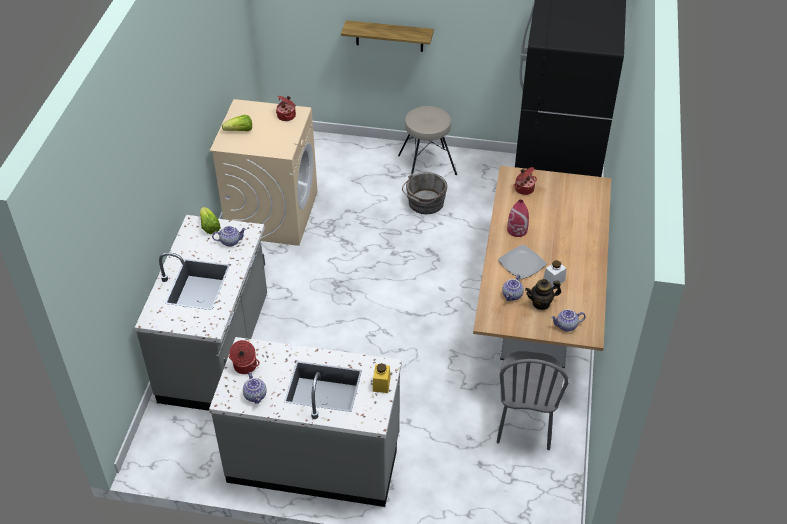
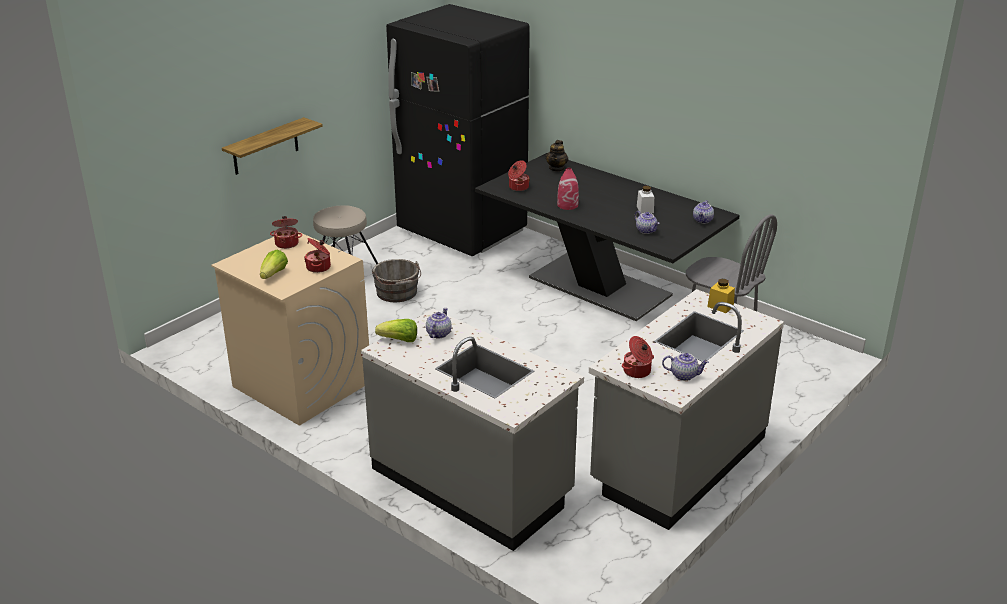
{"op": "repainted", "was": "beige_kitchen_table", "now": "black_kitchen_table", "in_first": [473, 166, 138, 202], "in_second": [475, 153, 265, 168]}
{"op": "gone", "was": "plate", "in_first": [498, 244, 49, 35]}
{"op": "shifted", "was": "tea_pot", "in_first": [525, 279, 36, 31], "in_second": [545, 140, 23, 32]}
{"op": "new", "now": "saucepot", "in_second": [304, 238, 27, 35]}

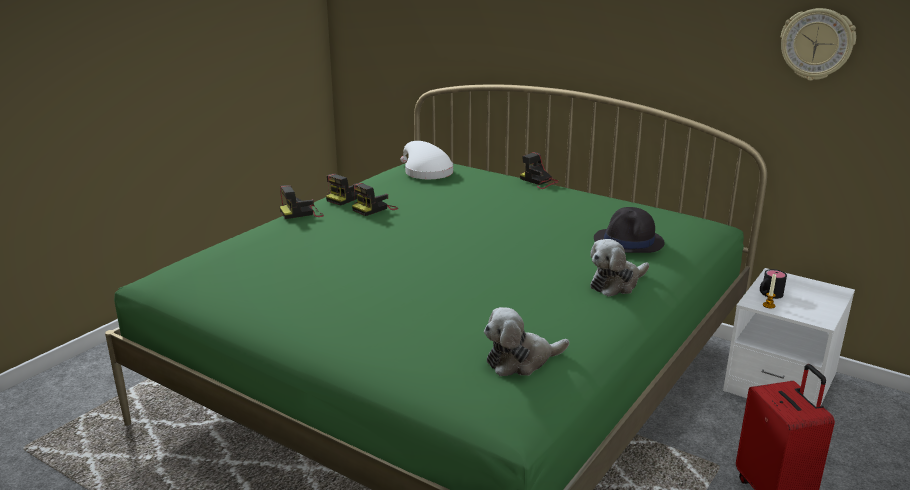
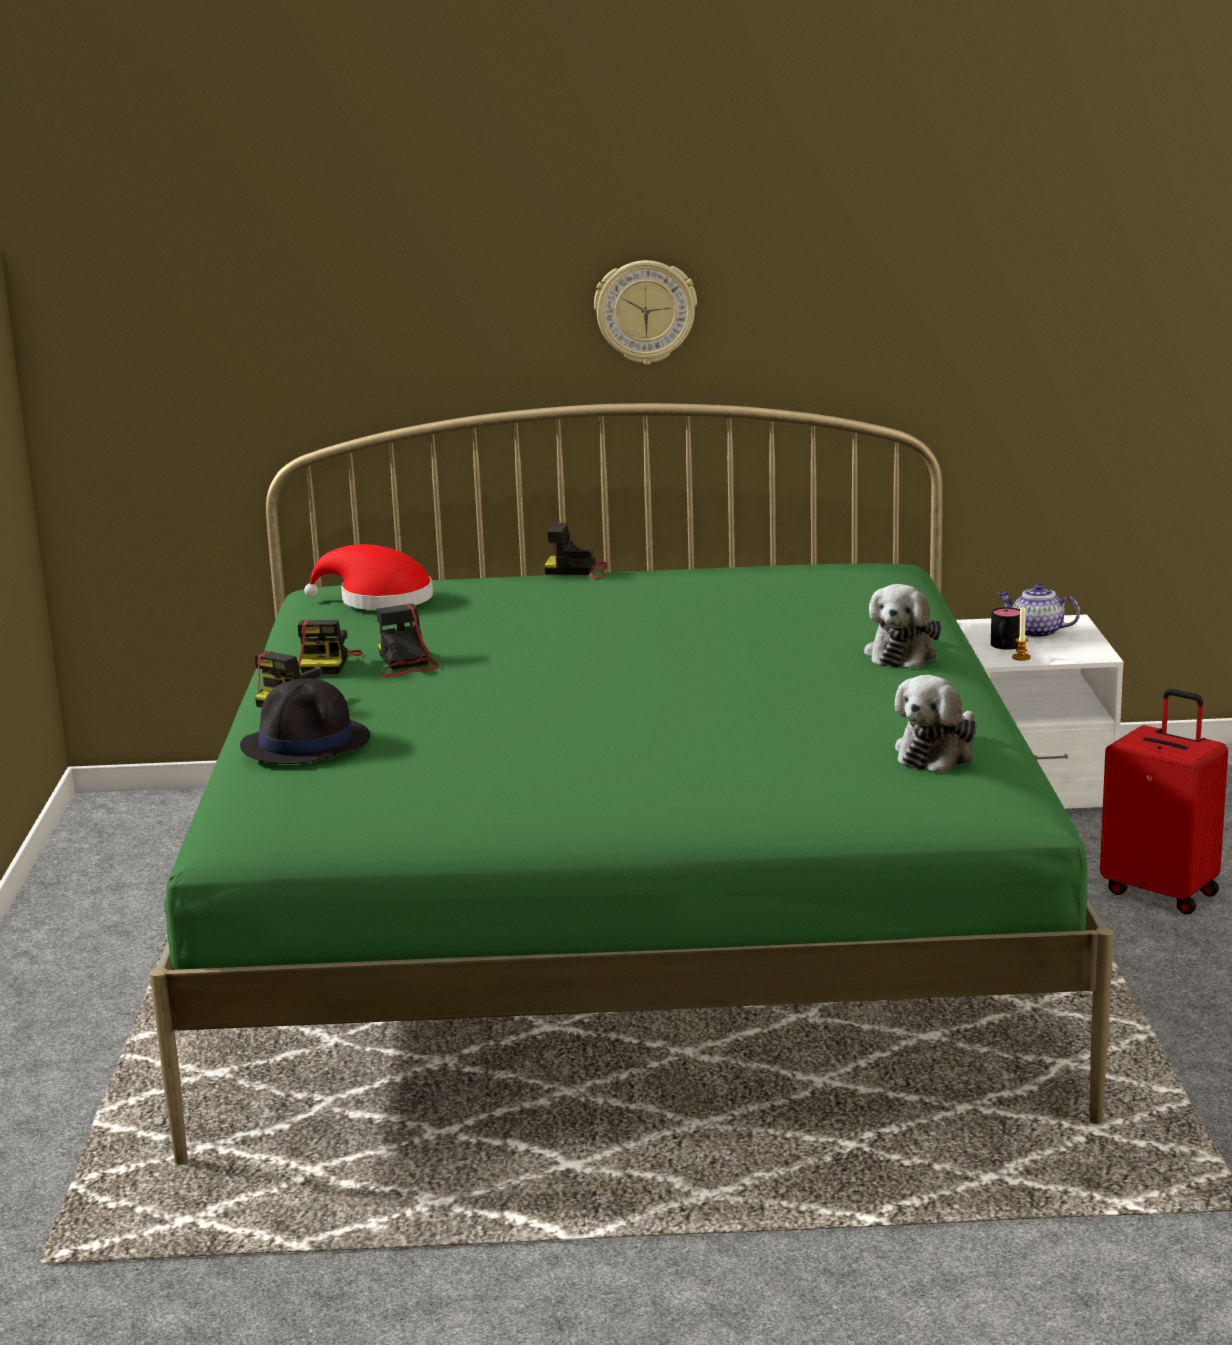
{"op": "rotated", "was": "still_camera", "in_first": [352, 183, 46, 33], "in_second": [377, 603, 63, 74], "clockwise": 150}
{"op": "repainted", "was": "whitish_clothing_hat", "now": "reddish_clothing_hat", "in_first": [400, 141, 53, 38], "in_second": [304, 544, 129, 66]}
{"op": "shifted", "was": "black_clothing_hat", "in_first": [594, 207, 71, 46], "in_second": [240, 678, 130, 86]}
{"op": "shifted", "was": "wall_clock", "in_first": [781, 8, 75, 73], "in_second": [594, 260, 103, 104]}
{"op": "new", "now": "tea_pot", "in_second": [998, 584, 82, 54]}

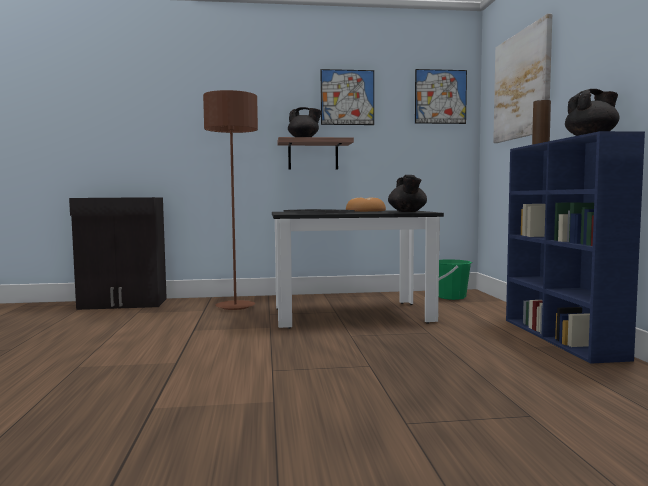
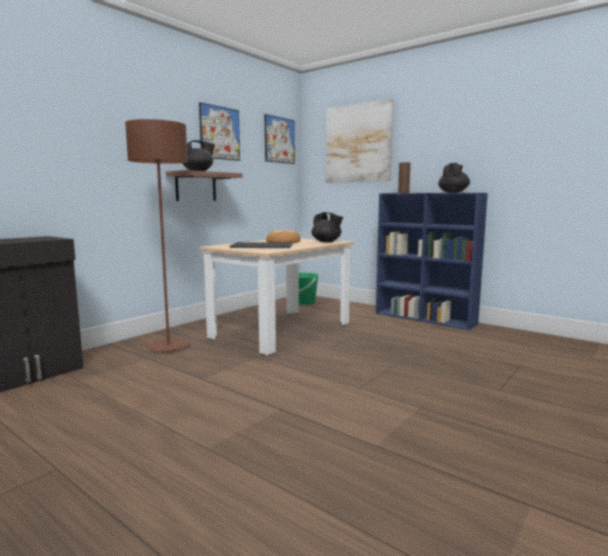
{"op": "repainted", "was": "black_kitchen_table", "now": "beige_kitchen_table", "in_first": [272, 210, 172, 119], "in_second": [200, 238, 154, 117]}

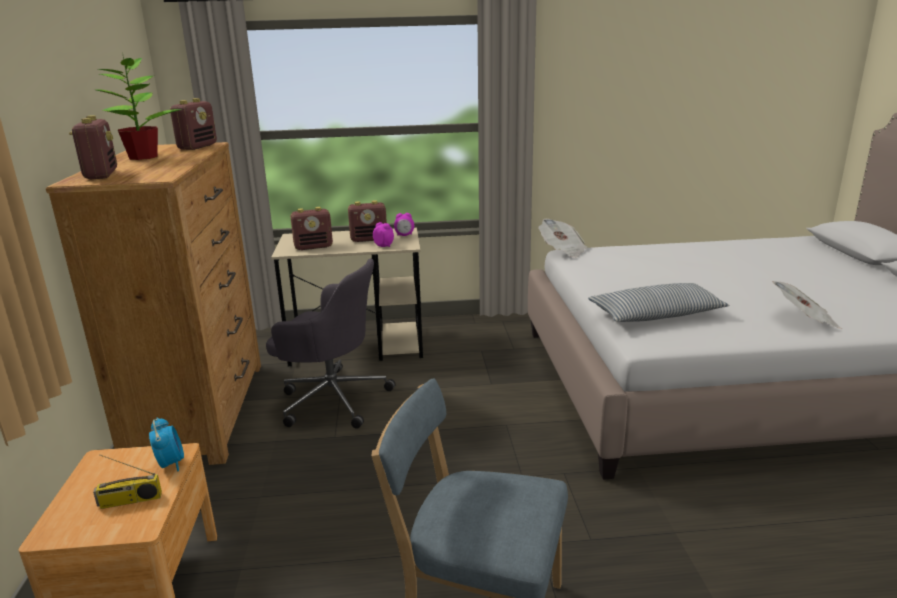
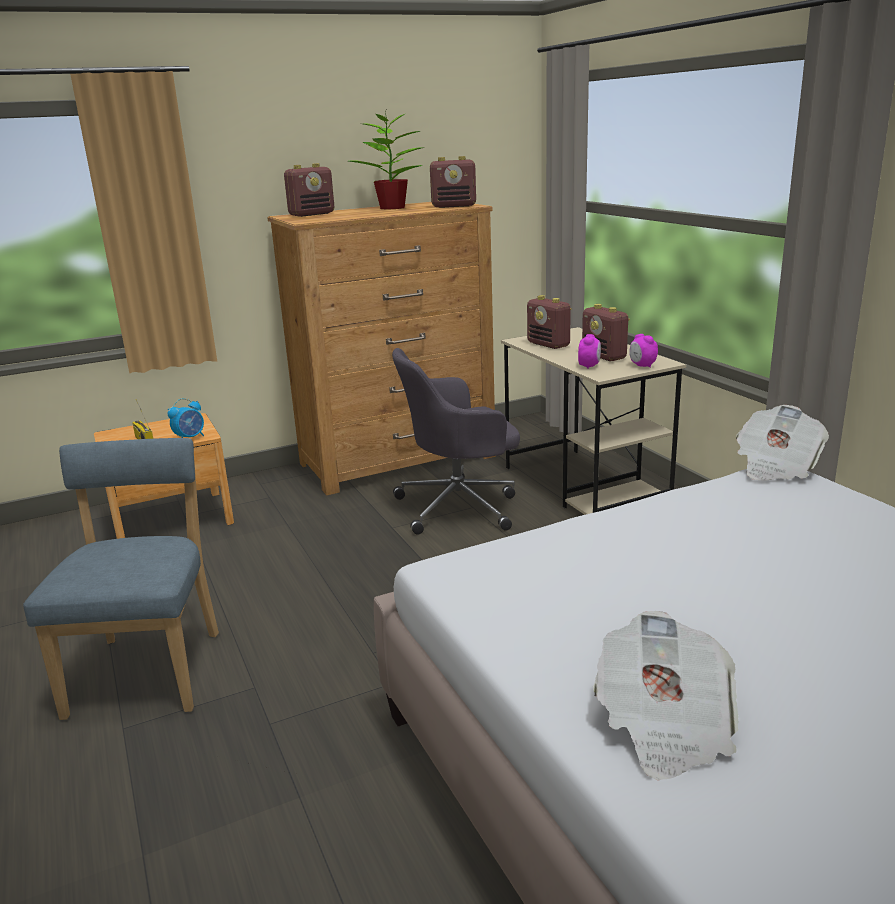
{"op": "rotated", "was": "gray_desk_chair", "in_first": [266, 259, 130, 170], "in_second": [392, 348, 128, 187], "clockwise": 75}
{"op": "gone", "was": "cushion", "in_first": [588, 283, 141, 39]}

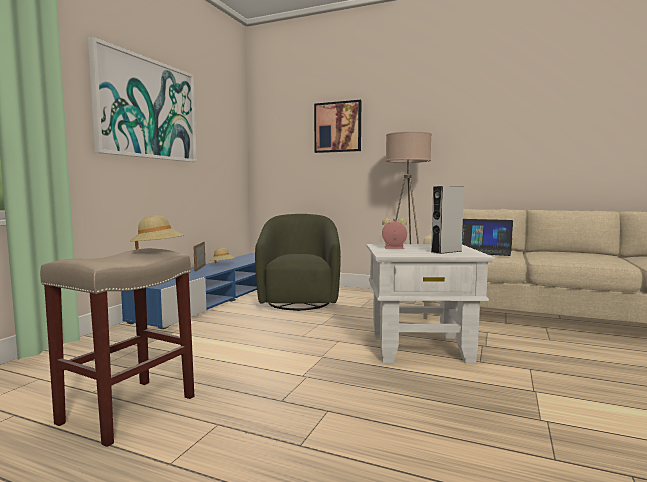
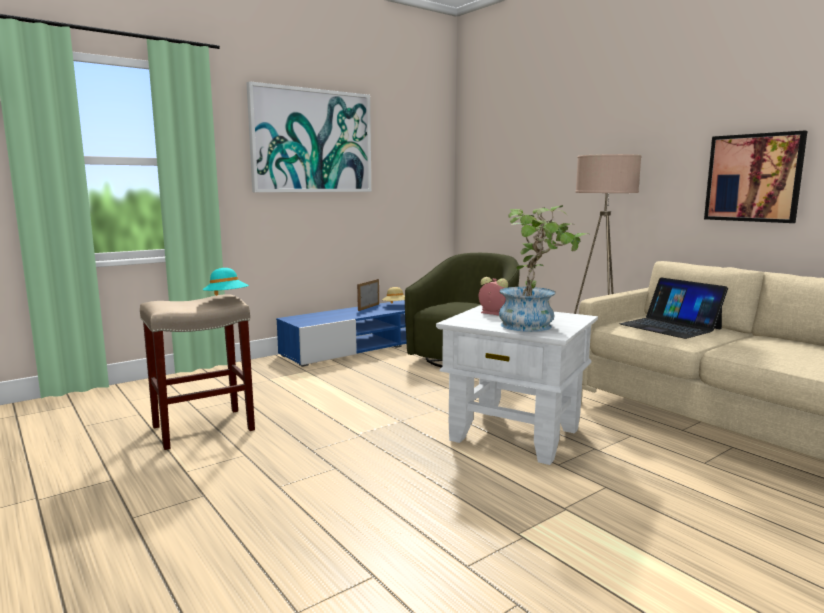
{"op": "repainted", "was": "beige_clothing_hat", "now": "blue-green_clothing_hat", "in_first": [130, 215, 54, 35], "in_second": [202, 268, 47, 28]}
{"op": "shifted", "was": "wall_picture", "in_first": [314, 100, 47, 53], "in_second": [704, 130, 103, 93]}
{"op": "swapped", "was": "gray_speaker", "now": "houseplant", "in_first": [431, 186, 33, 68], "in_second": [499, 205, 88, 127]}

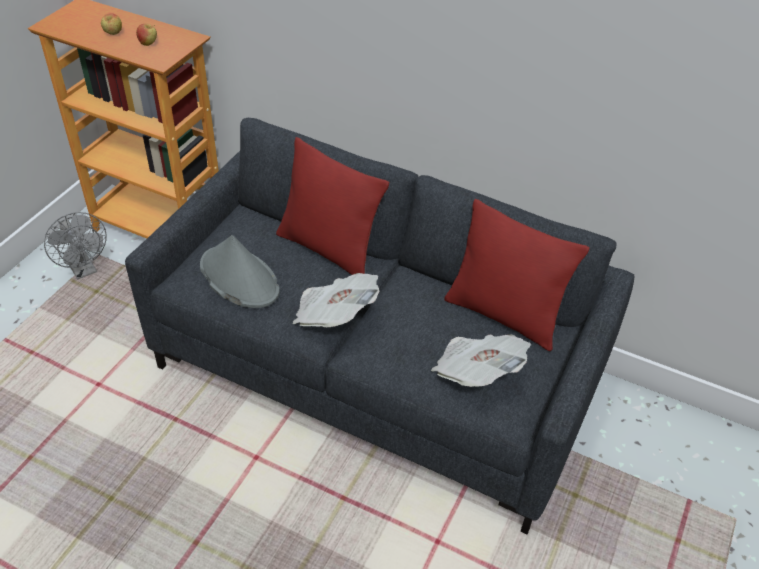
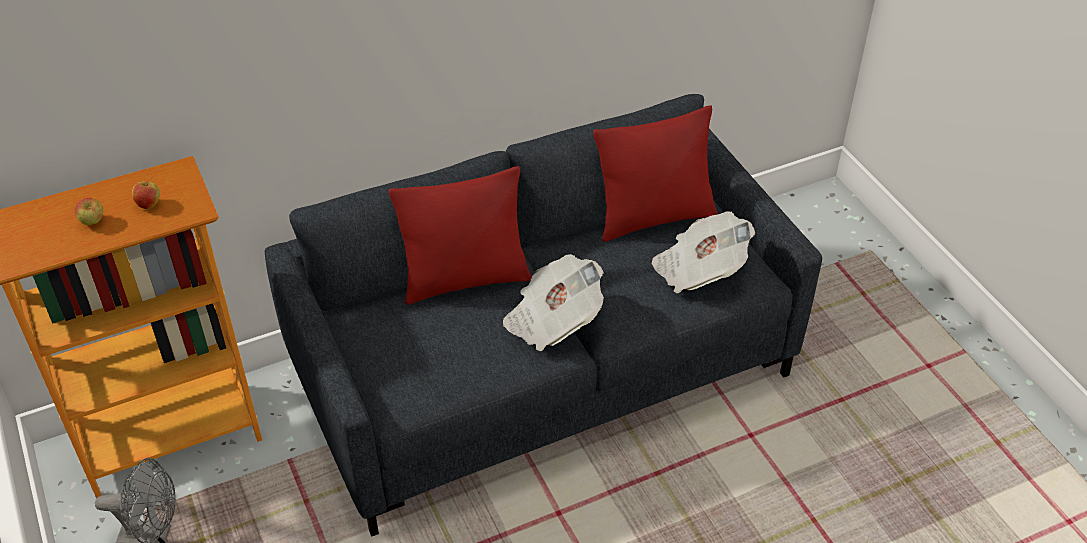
{"op": "gone", "was": "gray_clothing_hat", "in_first": [200, 235, 80, 73]}

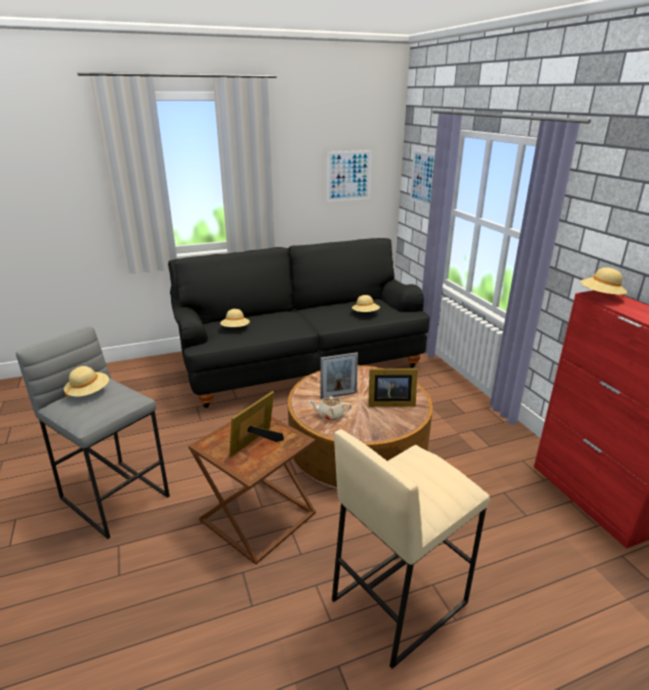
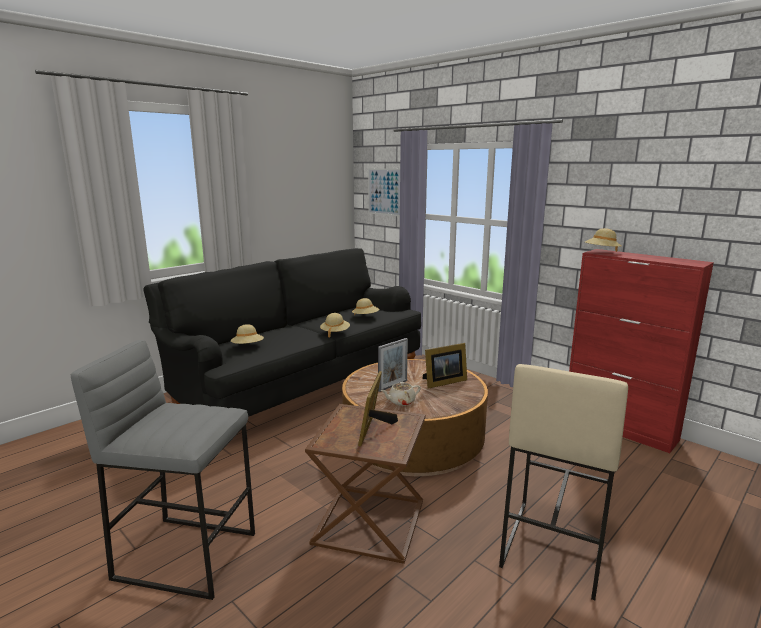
{"op": "shifted", "was": "beige_clothing_hat", "in_first": [64, 366, 45, 35], "in_second": [320, 313, 30, 25]}
{"op": "gone", "was": "wall_picture", "in_first": [327, 150, 45, 52]}

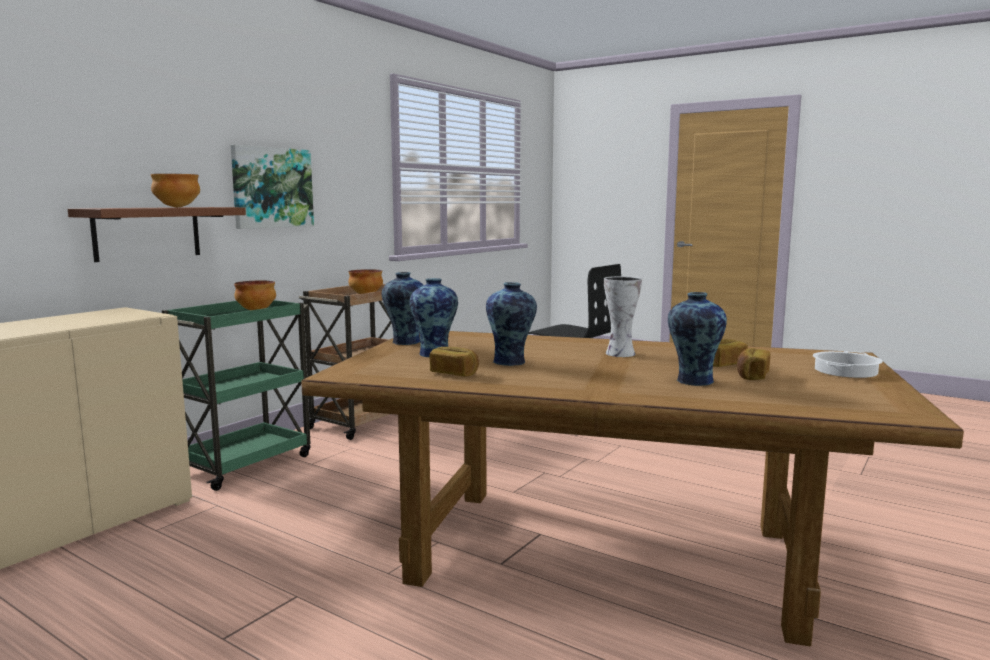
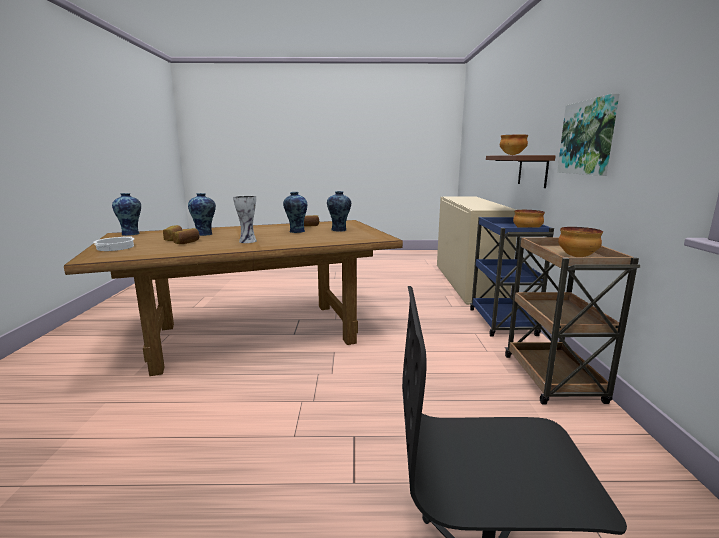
{"op": "repainted", "was": "green-coloured_trolley", "now": "blue_trolley", "in_first": [162, 300, 148, 191], "in_second": [470, 217, 84, 119]}
{"op": "shifted", "was": "vase", "in_first": [382, 272, 42, 73], "in_second": [112, 193, 29, 43]}

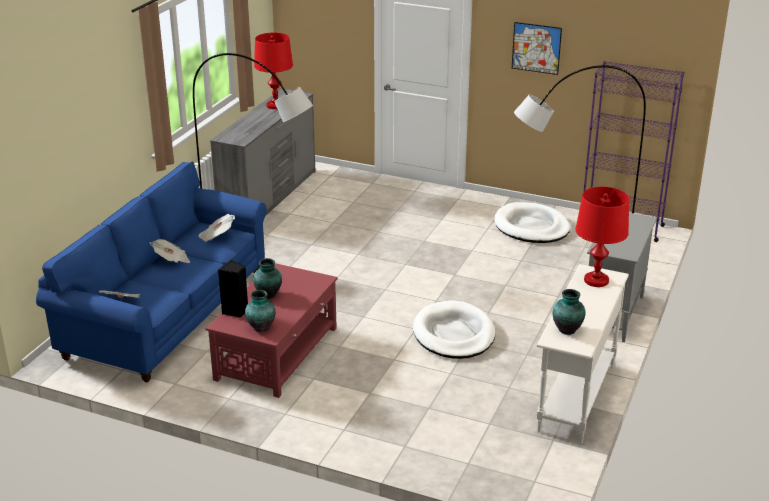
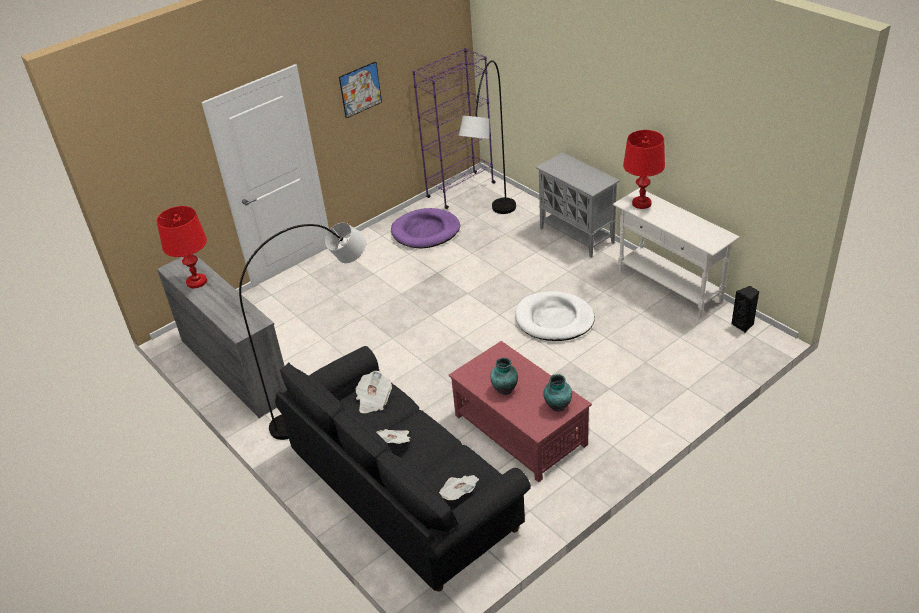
{"op": "repainted", "was": "blue_settee", "now": "black_settee", "in_first": [36, 162, 231, 220], "in_second": [275, 346, 256, 246]}
{"op": "shifted", "was": "black_speaker", "in_first": [218, 260, 30, 58], "in_second": [731, 286, 28, 47]}
{"op": "repainted", "was": "whitish_dog_bed", "now": "purple_dog_bed", "in_first": [494, 202, 77, 41], "in_second": [391, 208, 69, 41]}
{"op": "gone", "was": "vase", "in_first": [553, 289, 33, 46]}

